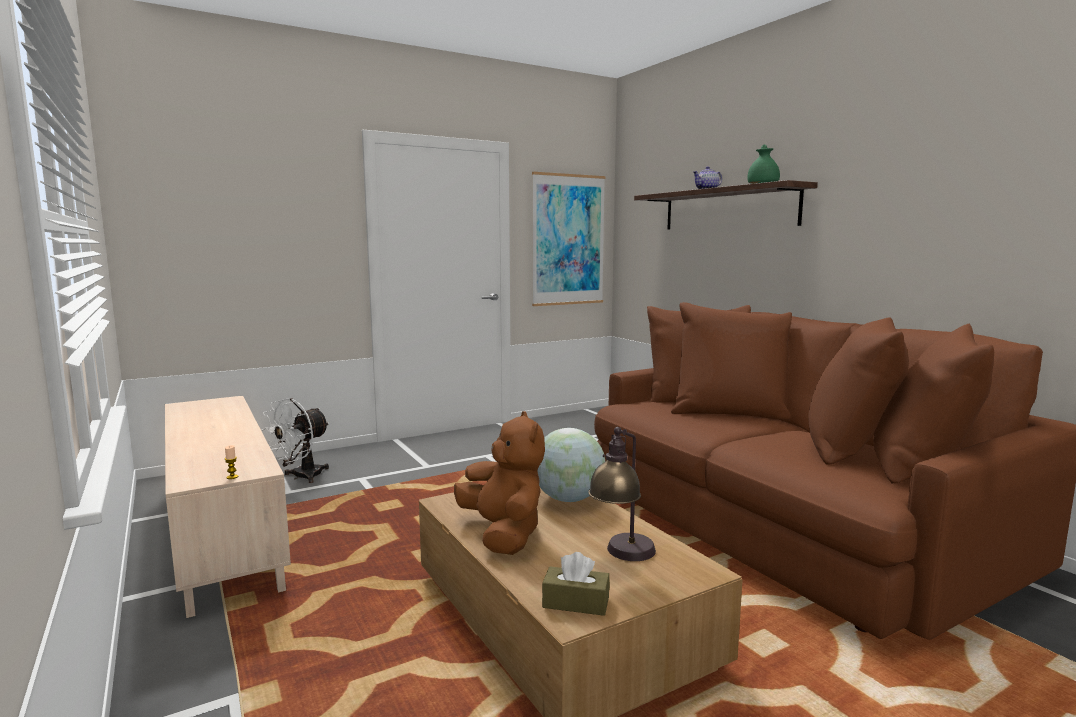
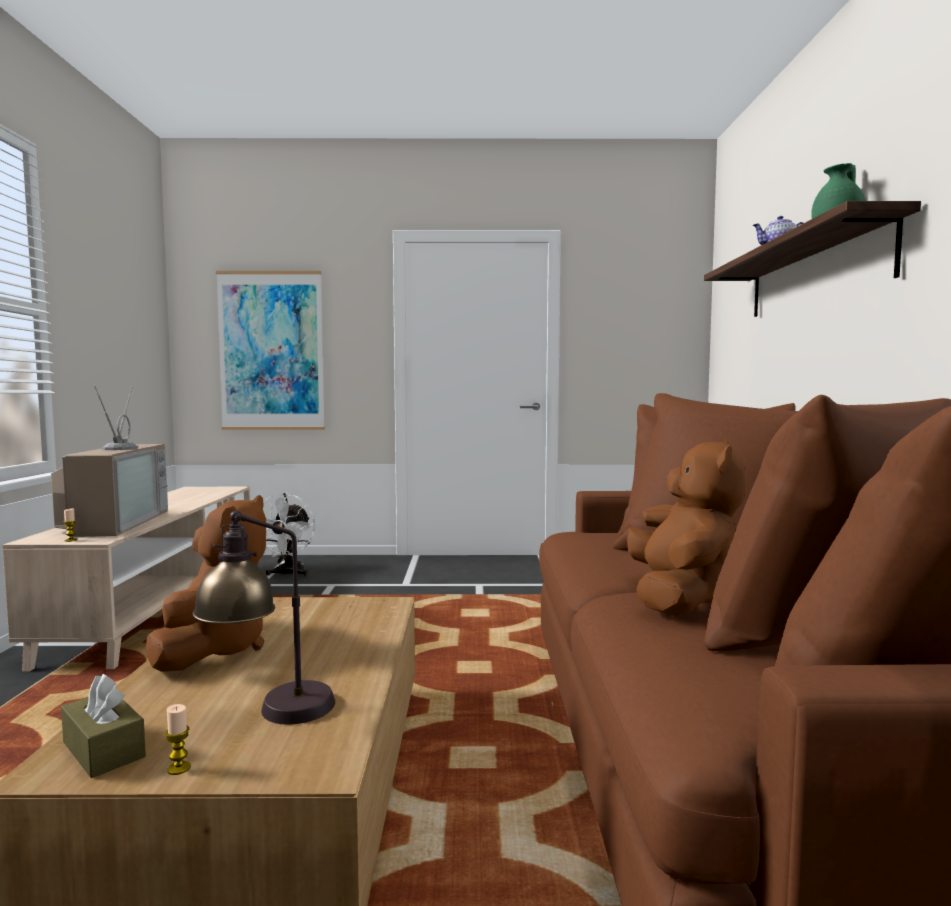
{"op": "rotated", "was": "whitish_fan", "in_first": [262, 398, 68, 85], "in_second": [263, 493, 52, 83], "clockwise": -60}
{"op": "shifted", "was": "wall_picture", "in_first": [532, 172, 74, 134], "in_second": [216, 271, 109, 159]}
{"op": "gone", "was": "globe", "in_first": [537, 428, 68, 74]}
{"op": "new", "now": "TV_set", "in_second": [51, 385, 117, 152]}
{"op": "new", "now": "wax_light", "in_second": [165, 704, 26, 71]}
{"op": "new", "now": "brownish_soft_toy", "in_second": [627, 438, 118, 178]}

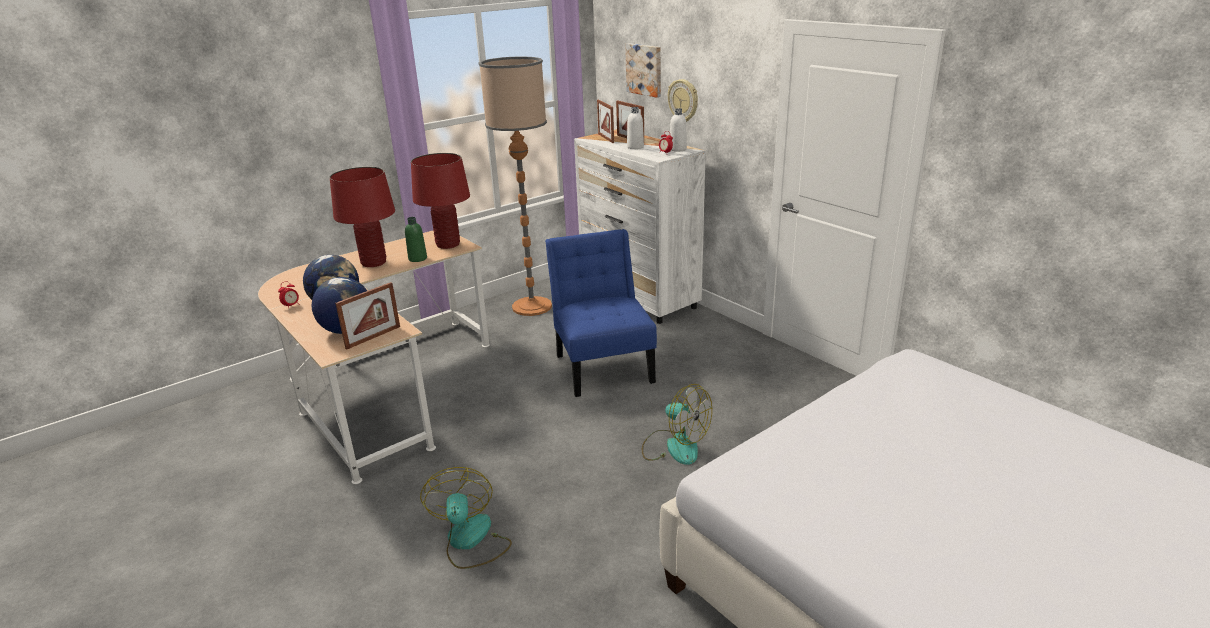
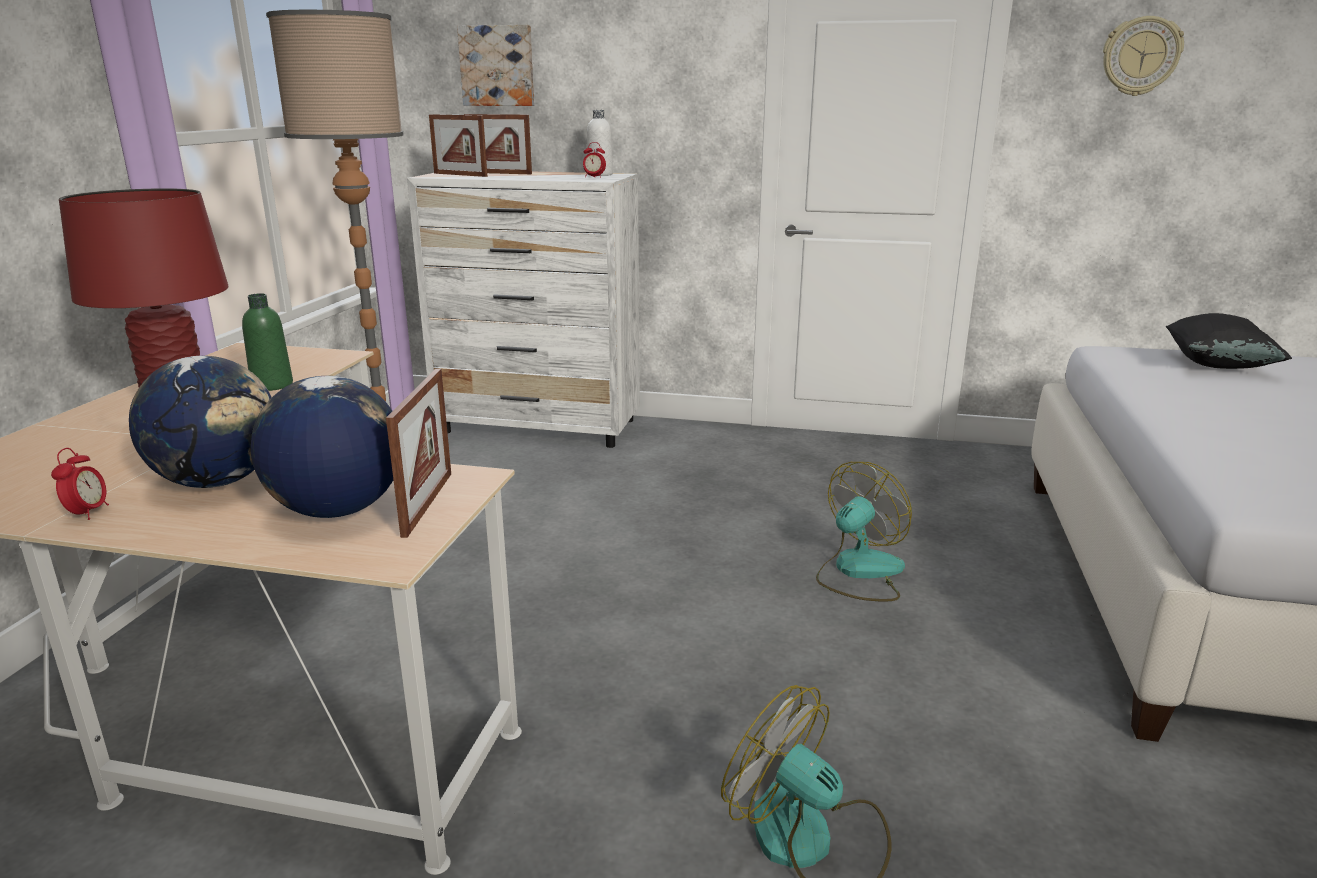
{"op": "gone", "was": "reddish_lamp_for_a_table", "in_first": [411, 153, 59, 96]}
{"op": "gone", "was": "blue_upright_chair", "in_first": [545, 229, 112, 168]}
{"op": "gone", "was": "whitish_drink_bottle", "in_first": [627, 107, 17, 42]}
{"op": "rotated", "was": "fan", "in_first": [642, 384, 70, 81], "in_second": [816, 462, 96, 139], "clockwise": -45}
{"op": "shifted", "was": "wall_clock", "in_first": [668, 79, 30, 43], "in_second": [1103, 16, 81, 80]}
{"op": "new", "now": "black_cushion", "in_second": [1166, 313, 126, 56]}

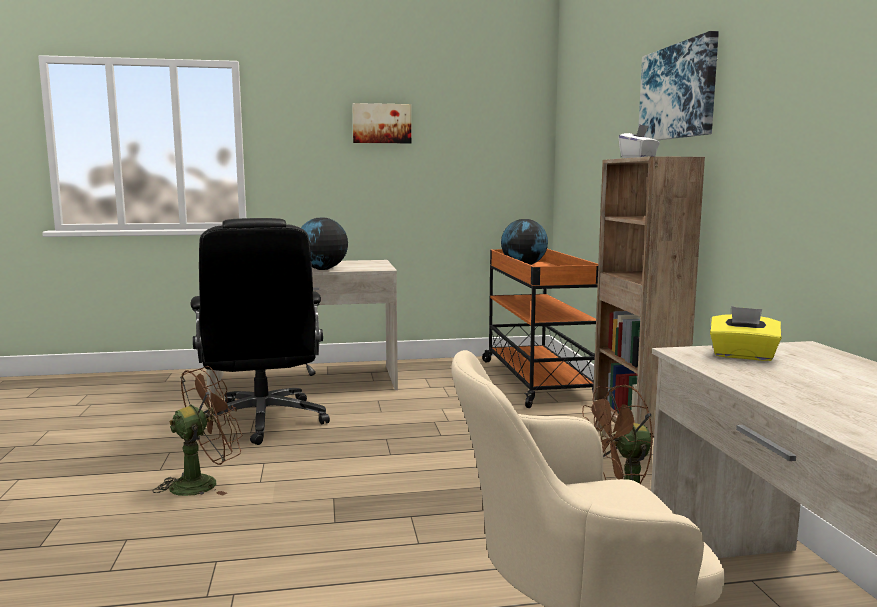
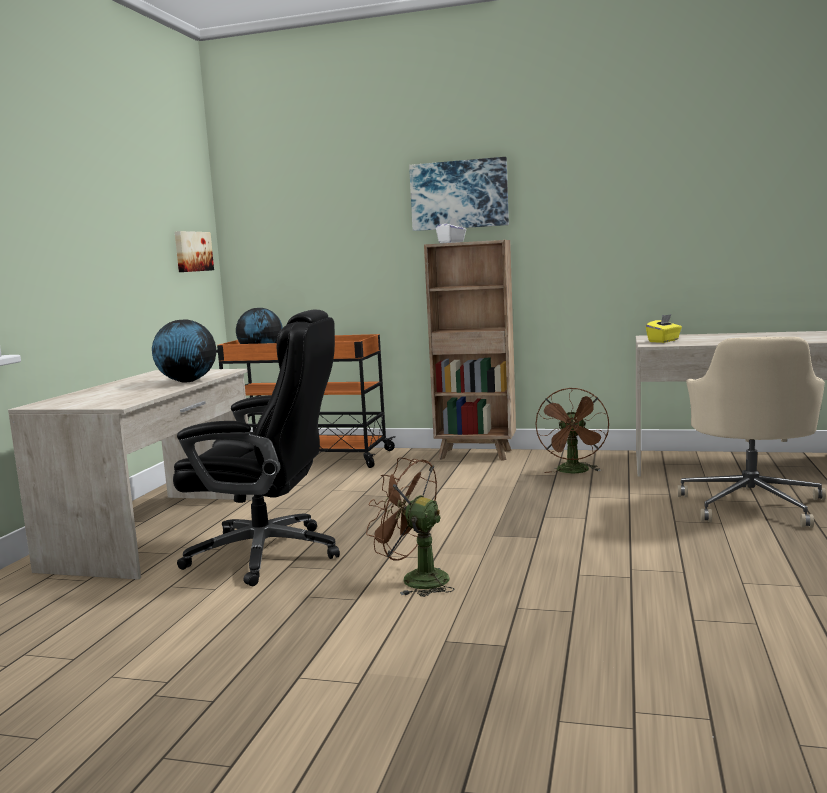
{"op": "rotated", "was": "brownish_fan", "in_first": [153, 366, 90, 130], "in_second": [366, 458, 89, 139], "clockwise": -45}
{"op": "shifted", "was": "wall_picture", "in_first": [352, 103, 59, 40], "in_second": [175, 231, 39, 41]}

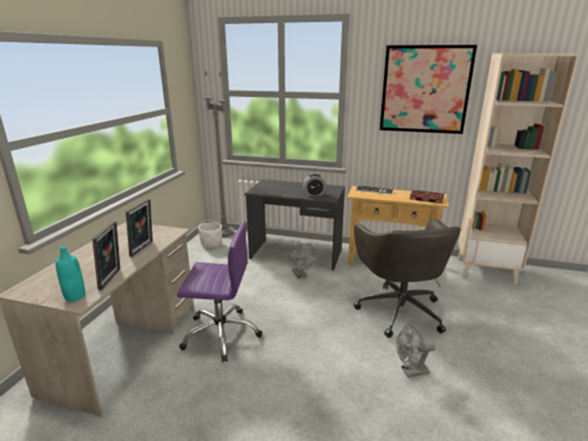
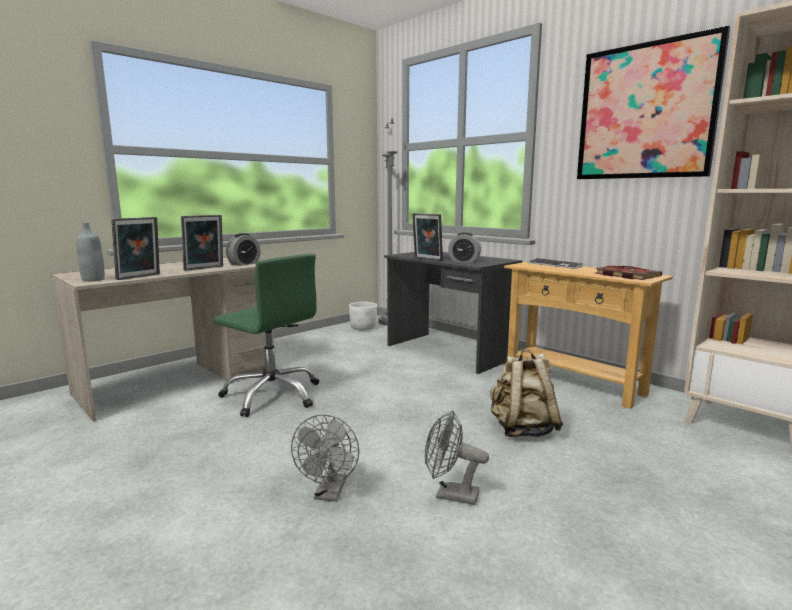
{"op": "repainted", "was": "blue-green_drink_bottle", "now": "gray_drink_bottle", "in_first": [56, 246, 29, 56], "in_second": [76, 222, 29, 60]}
{"op": "repainted", "was": "purple_desk_chair", "now": "green-coloured_desk_chair", "in_first": [177, 222, 85, 141], "in_second": [214, 254, 105, 163]}
{"op": "shifted", "was": "gray_fan", "in_first": [288, 243, 28, 36], "in_second": [291, 414, 68, 87]}
{"op": "swapped", "was": "gray_desk_chair", "now": "beige_rucksack", "in_first": [354, 219, 107, 119], "in_second": [490, 350, 74, 87]}
{"op": "new", "now": "bedside_clock", "in_second": [226, 233, 35, 33]}
{"op": "new", "now": "standing_frame", "in_second": [412, 213, 31, 48]}

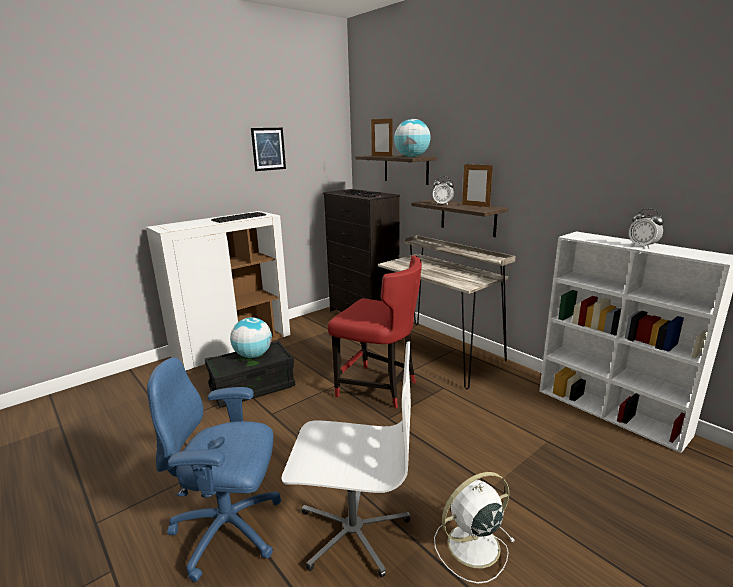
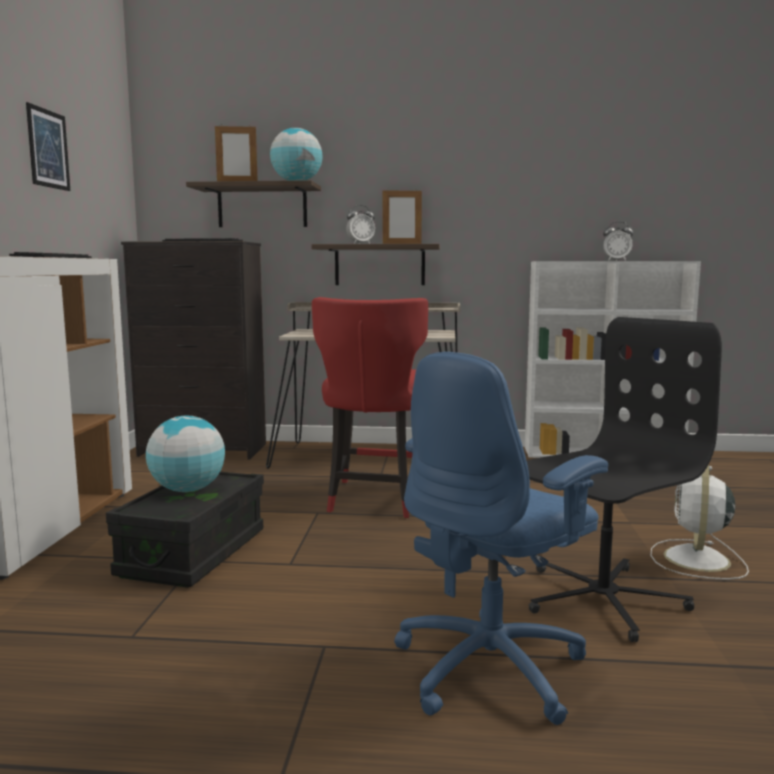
{"op": "repainted", "was": "whitish_desk_chair", "now": "black_desk_chair", "in_first": [282, 341, 129, 237], "in_second": [527, 317, 195, 325]}
{"op": "rotated", "was": "reddish_upright_chair", "in_first": [328, 255, 94, 153], "in_second": [312, 297, 116, 221], "clockwise": 120}

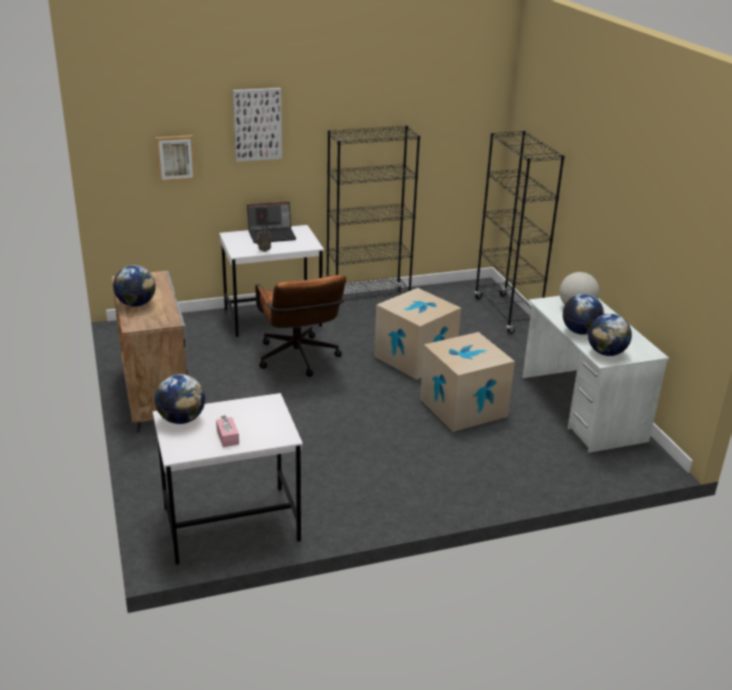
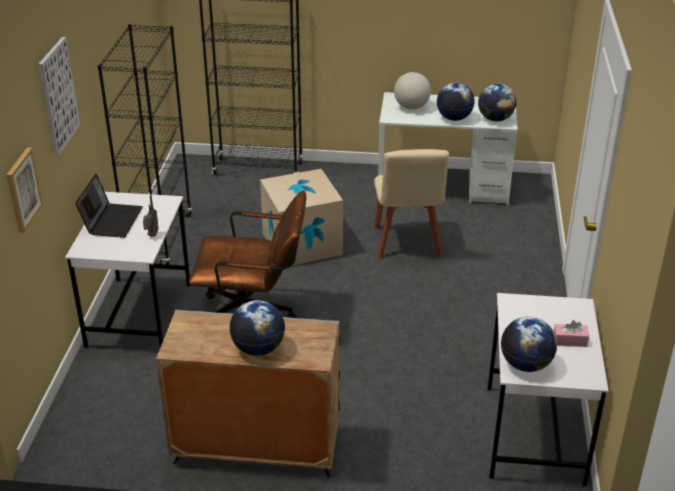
{"op": "swapped", "was": "cardboard_box", "now": "beige_upright_chair", "in_first": [420, 332, 95, 100], "in_second": [374, 149, 75, 110]}

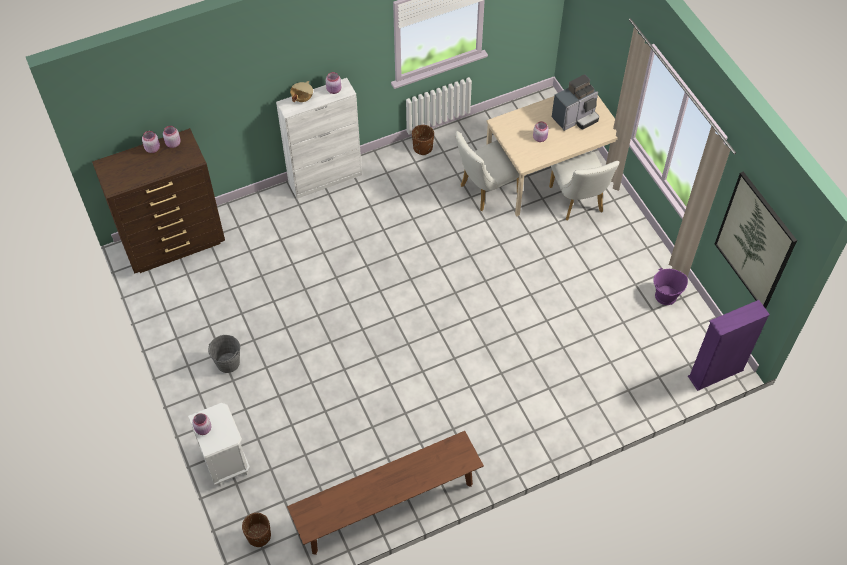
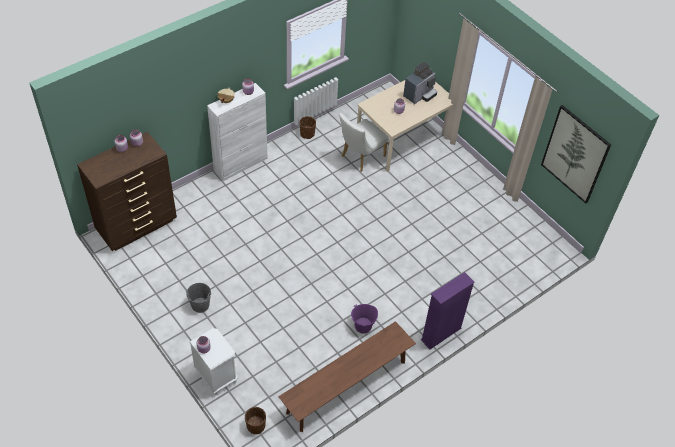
{"op": "gone", "was": "whitish_upright_chair", "in_first": [549, 152, 70, 68]}
{"op": "shifted", "was": "purple_bucket", "in_first": [654, 268, 34, 37], "in_second": [351, 304, 27, 30]}
{"op": "shifted", "was": "purple_shelving_unit", "in_first": [688, 300, 82, 91], "in_second": [421, 272, 53, 77]}

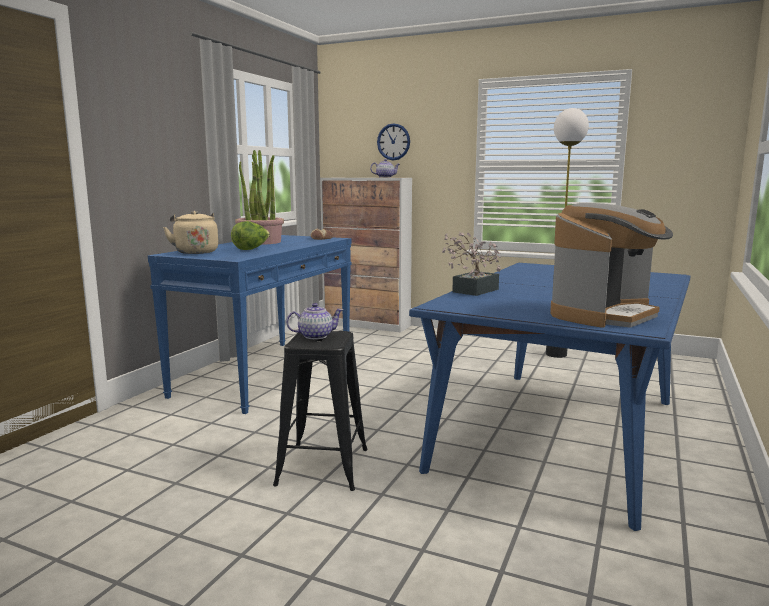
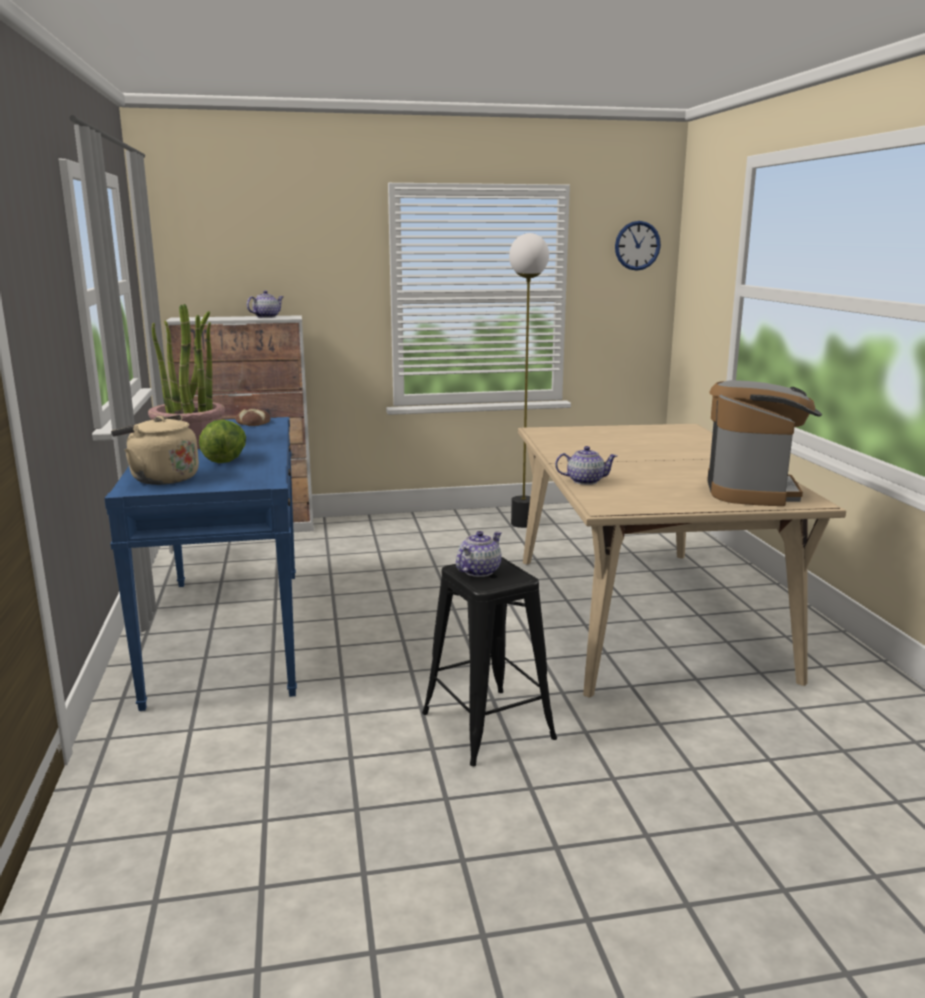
{"op": "shifted", "was": "wall_clock", "in_first": [377, 123, 33, 37], "in_second": [615, 221, 46, 50]}
{"op": "repainted", "was": "blue_kitchen_table", "now": "beige_kitchen_table", "in_first": [409, 263, 282, 268], "in_second": [518, 424, 328, 273]}
{"op": "swapped", "was": "houseplant", "now": "tea_pot", "in_first": [442, 232, 59, 64], "in_second": [555, 446, 63, 39]}

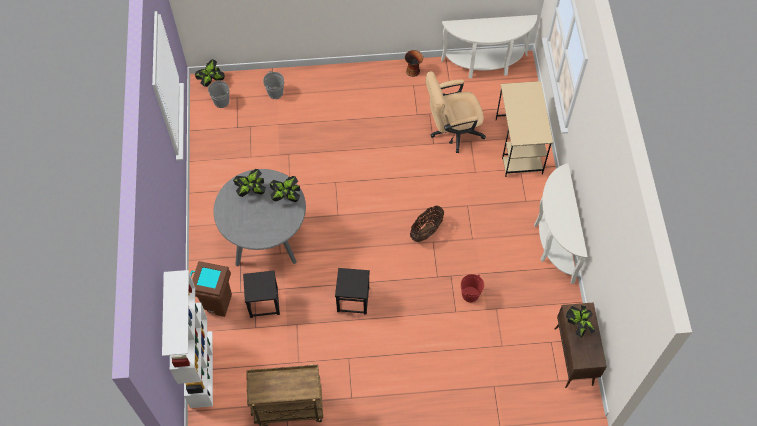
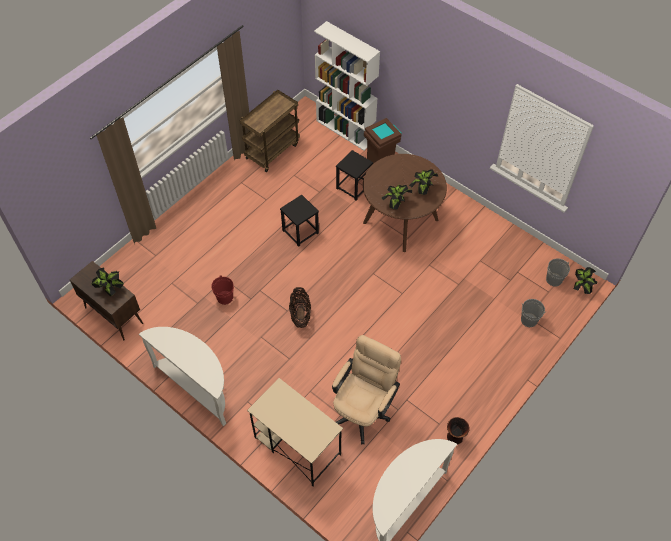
{"op": "repainted", "was": "gray_kitchen_table", "now": "brownish_kitchen_table", "in_first": [213, 169, 93, 98], "in_second": [363, 154, 84, 98]}

